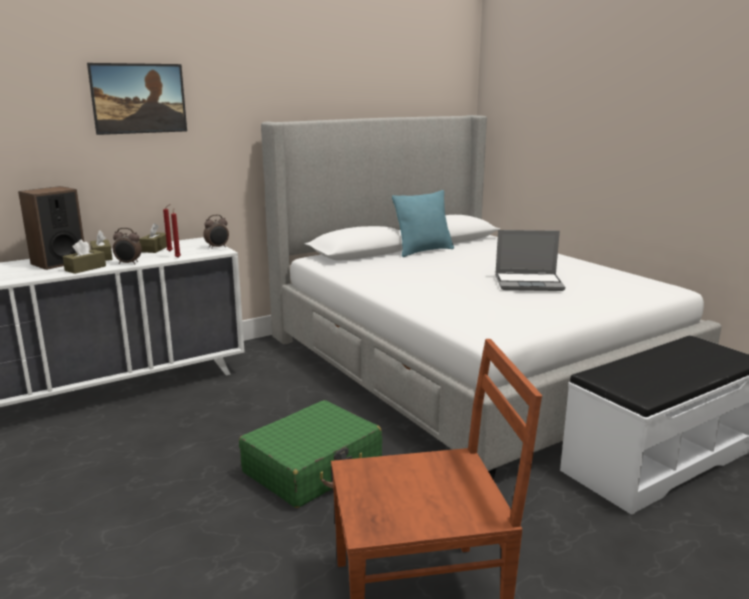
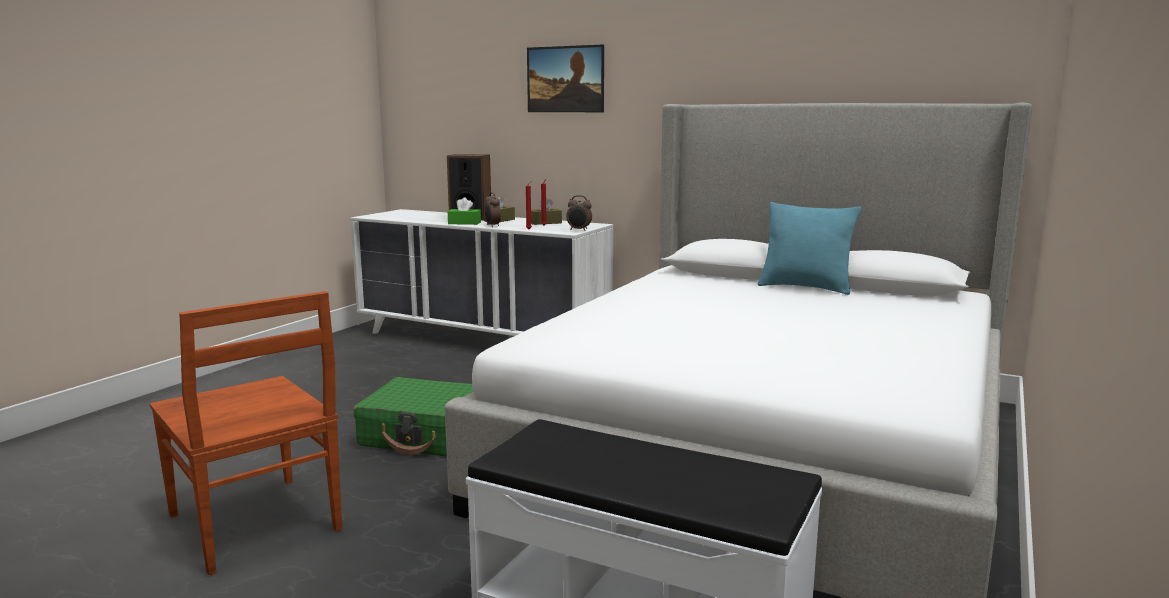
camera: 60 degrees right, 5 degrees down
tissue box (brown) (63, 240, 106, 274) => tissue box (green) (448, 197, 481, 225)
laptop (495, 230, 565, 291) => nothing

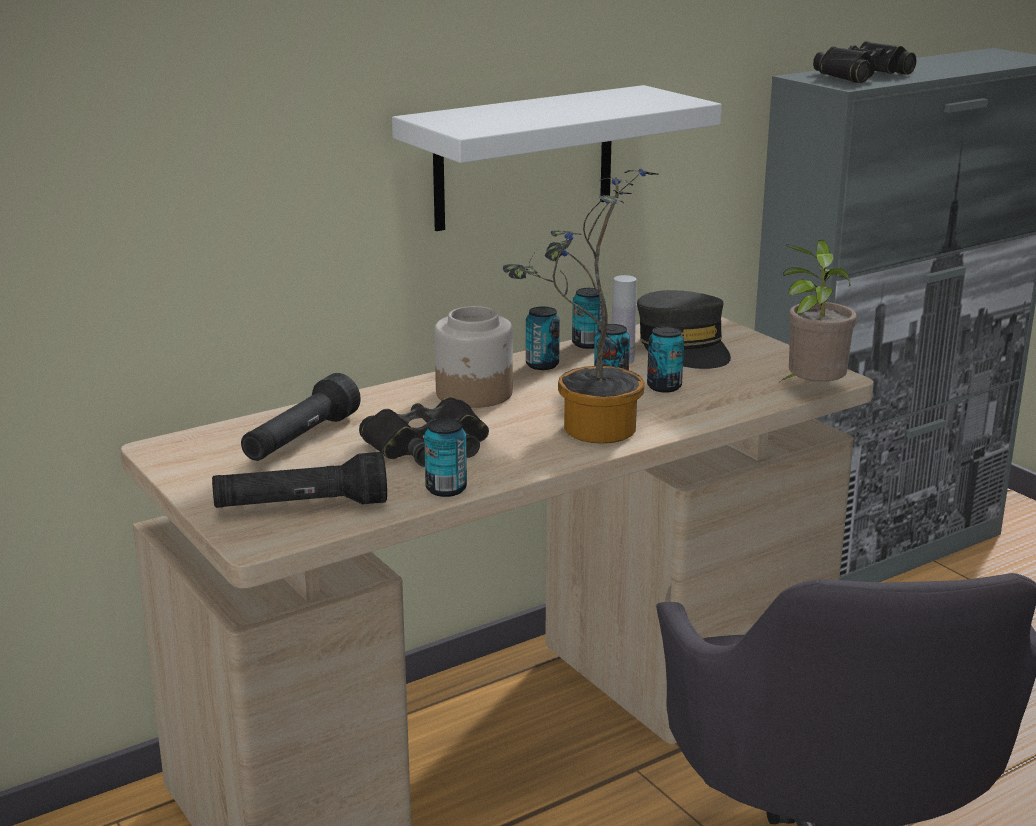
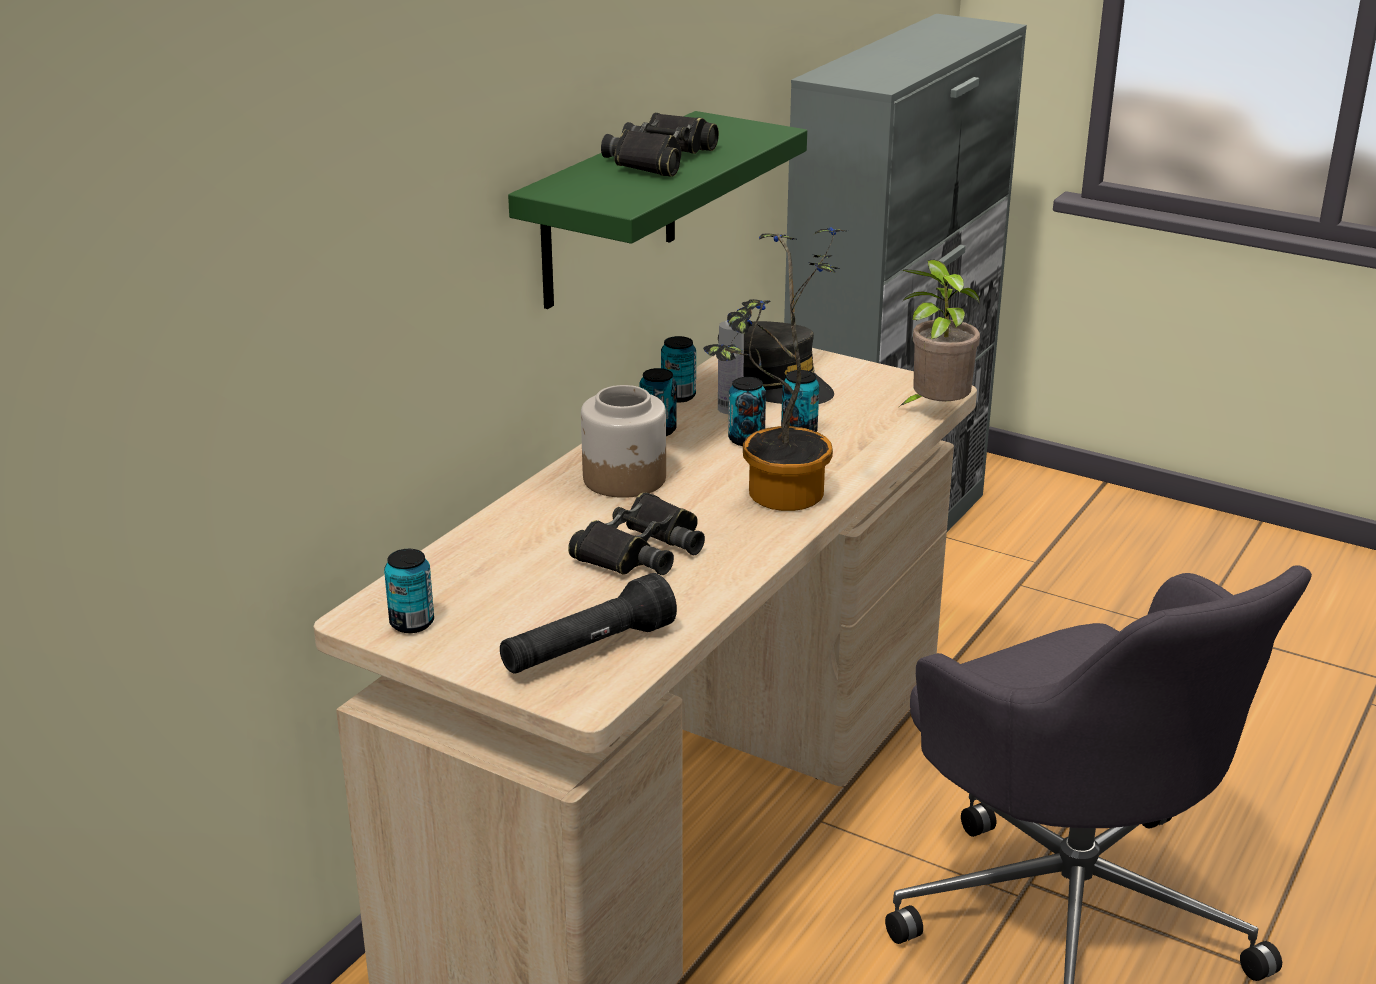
camera: 25 degrees left, 5 degrees up
flashlight (black) (241, 373, 361, 461) => nothing
shelf (white) (392, 85, 722, 231) => shelf (green) (508, 111, 807, 309)
can (424, 418, 467, 497) => can (384, 549, 434, 633), moved
binoculars (black) (813, 41, 916, 83) => binoculars (black) (601, 112, 719, 177), moved

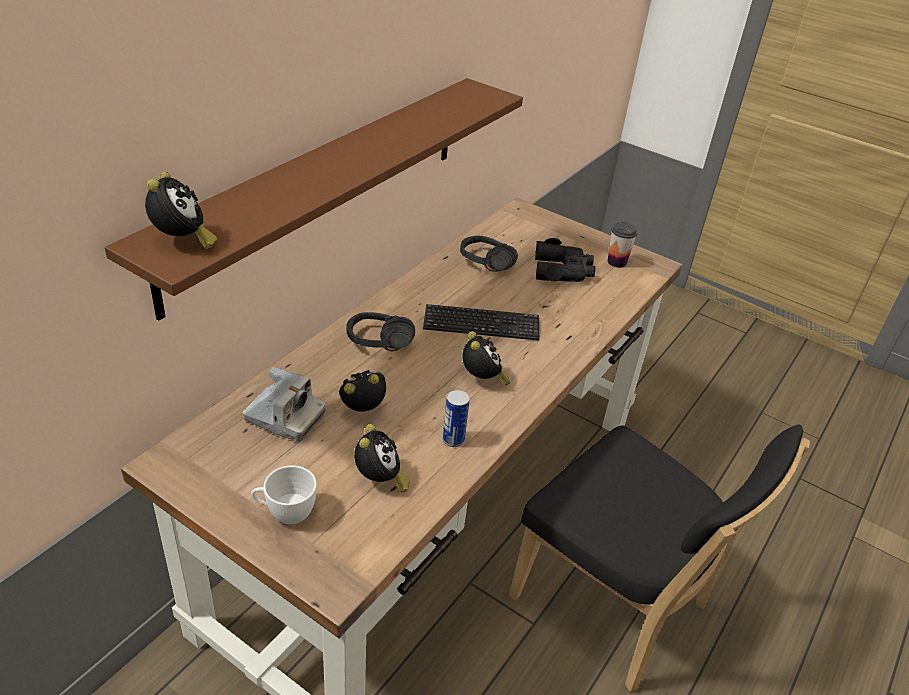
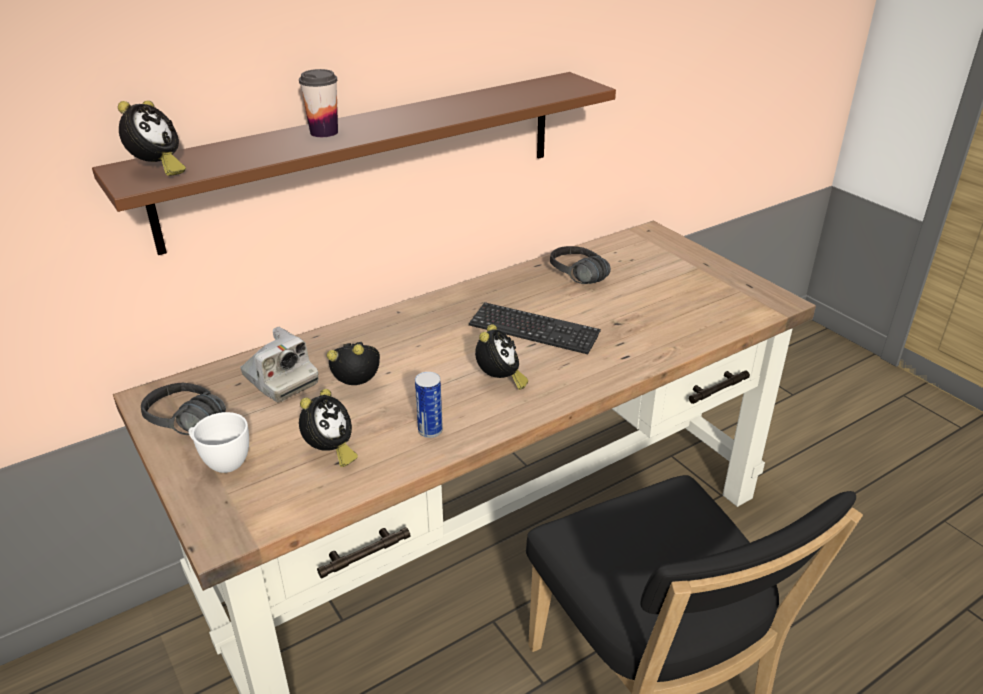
camera: 25 degrees right, 5 degrees down
headphones (black) (346, 312, 415, 351) => headphones (black) (141, 382, 226, 435), moved
binoculars (black) (535, 238, 595, 282) => nothing
cup (608, 222, 638, 268) => cup (299, 69, 338, 137), moved

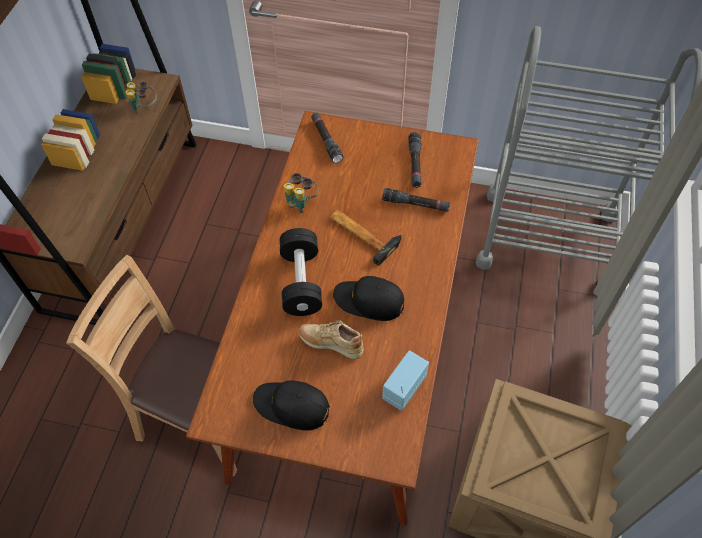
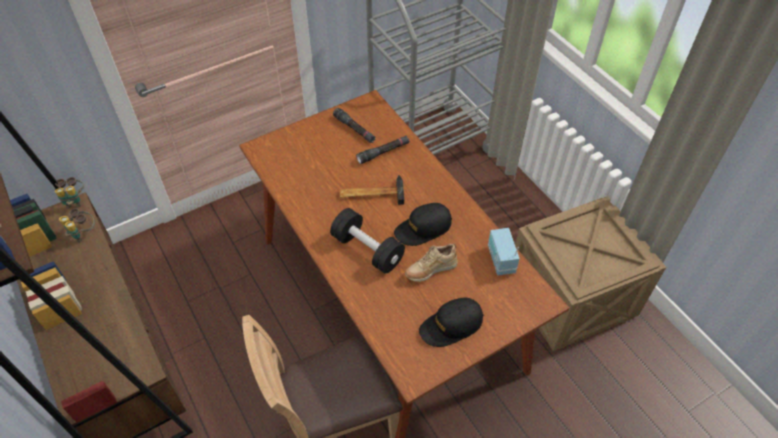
camera: 45 degrees left, 5 degrees down
binoculars (284, 173, 319, 213) => binoculars (55, 177, 84, 209), moved
flashlight (black) (311, 112, 343, 163) => nothing

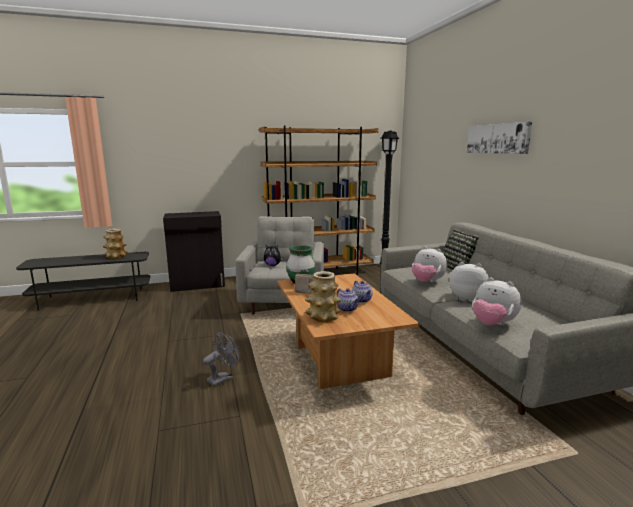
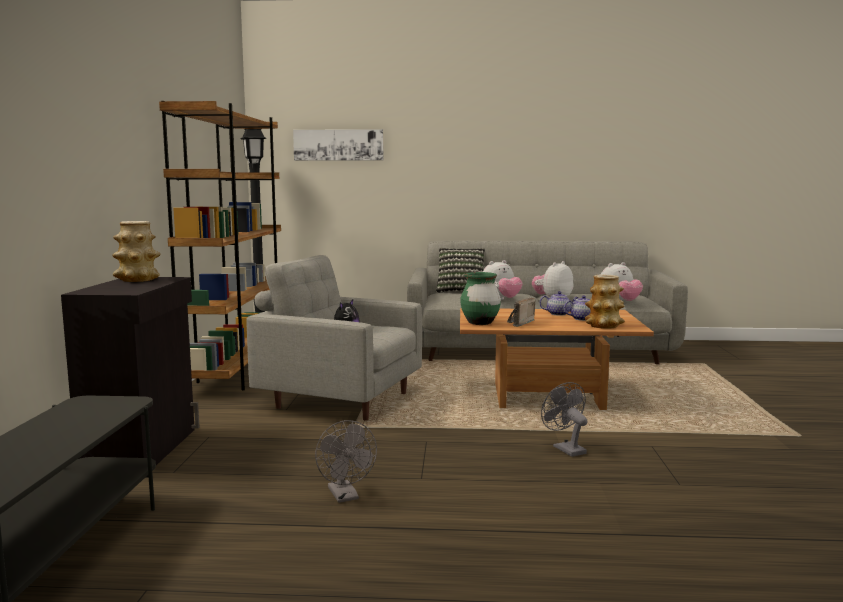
camera: 70 degrees left, 5 degrees down
vase (103, 229, 128, 259) => vase (112, 221, 161, 282), moved
picture (467, 122, 532, 154) => picture (293, 129, 384, 161), moved
nothing => fan (grey) (315, 420, 377, 503)

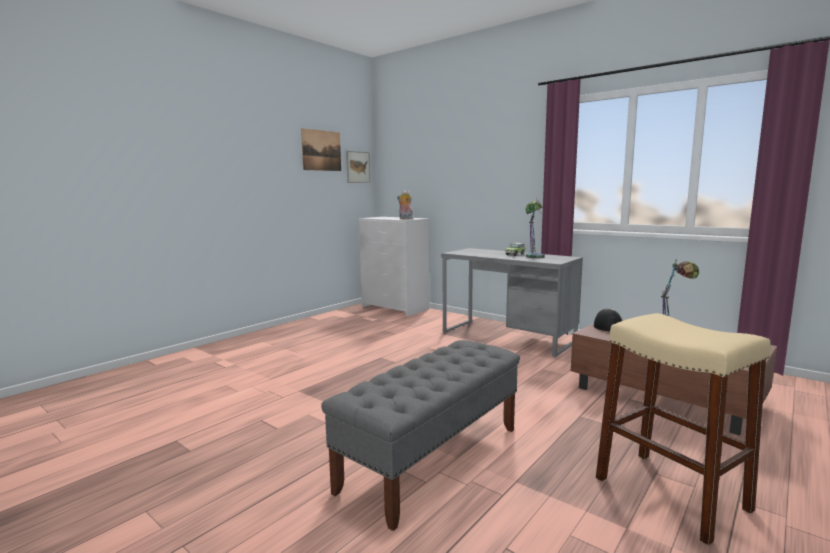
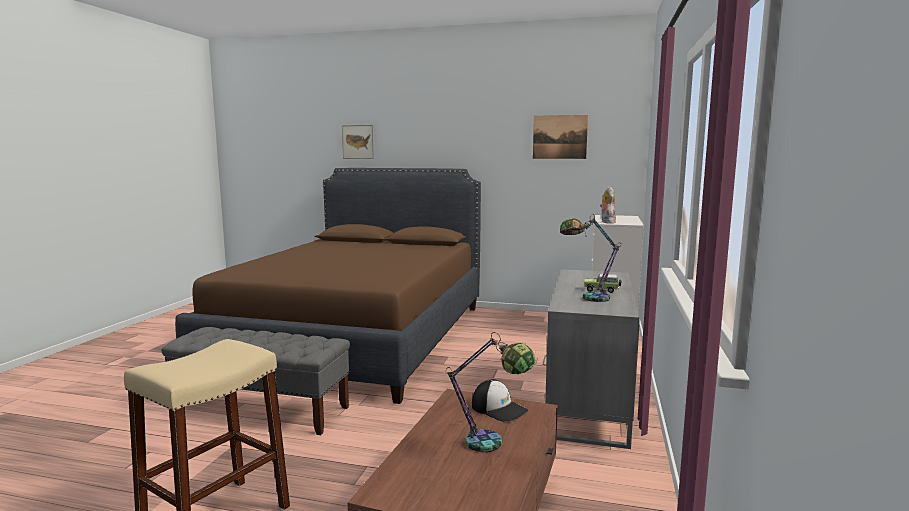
camera: 65 degrees right, 0 degrees up
picture (346, 151, 370, 183) => picture (342, 125, 374, 159), moved
nothing => bed (brown) (175, 168, 481, 404)

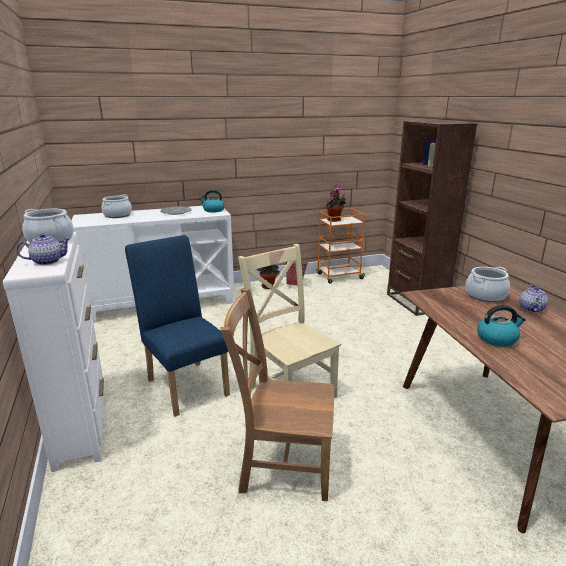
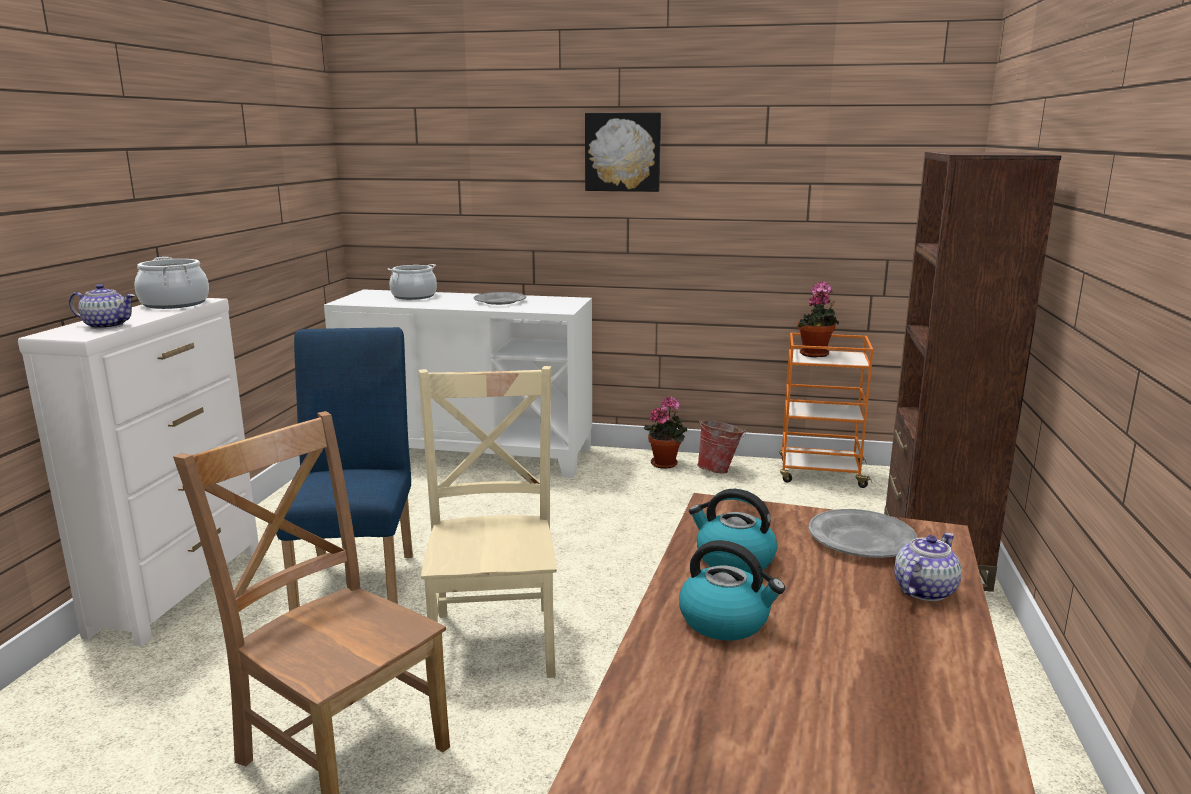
camera: 30 degrees right, 5 degrees down
kettle (199, 190, 225, 213) => kettle (689, 489, 777, 574), moved
cooking pot (466, 267, 510, 302) => plate (grey) (808, 509, 918, 558)
nothing => picture (585, 113, 661, 192)

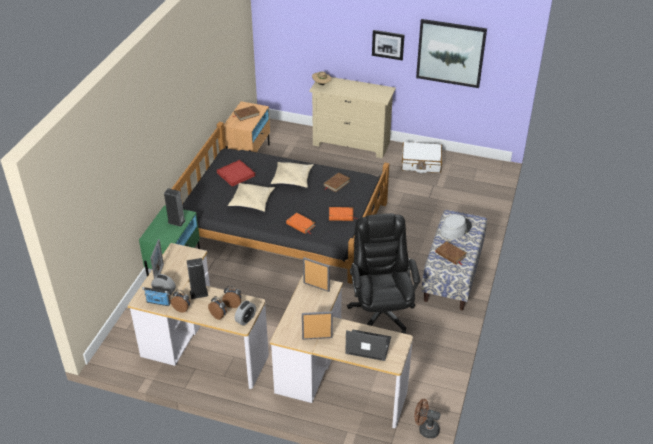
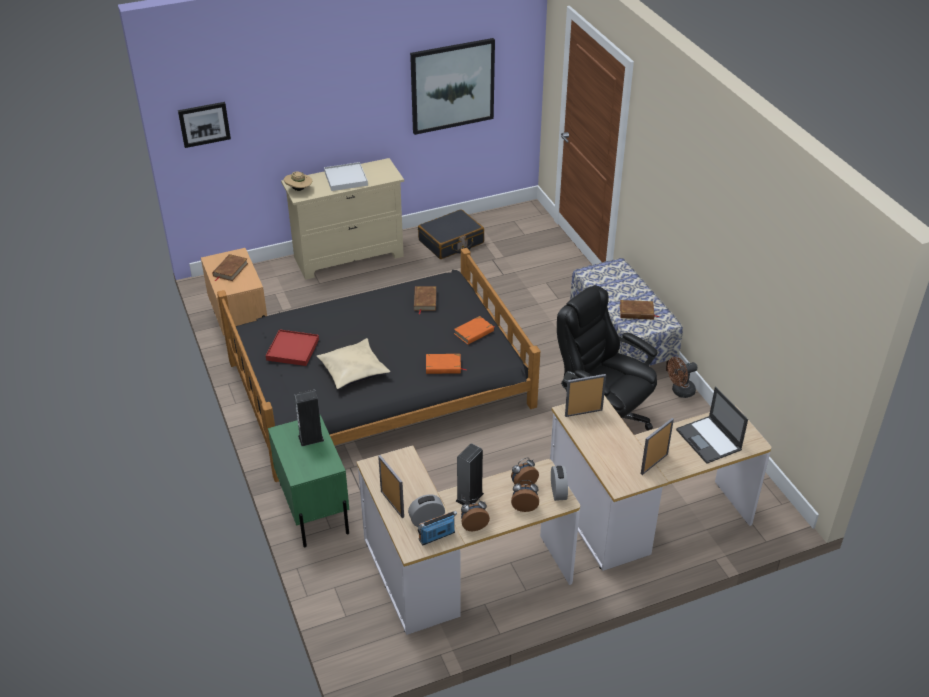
camera: 40 degrees left, 0 degrees up
pillow (beige) (271, 162, 314, 188) => nothing
laptop (345, 329, 391, 361) => laptop (676, 387, 748, 464), 90 degrees counterclockwise
picture (372, 30, 404, 60) => picture (178, 102, 231, 148), moved
suitcase (white) (401, 142, 442, 173) => suitcase (black) (418, 209, 484, 259)
fan (brown) (414, 399, 440, 438) => fan (brown) (667, 357, 698, 398), moved
hat (grey) (440, 214, 472, 239) => nothing
nothing => tray (white) (324, 162, 368, 191)

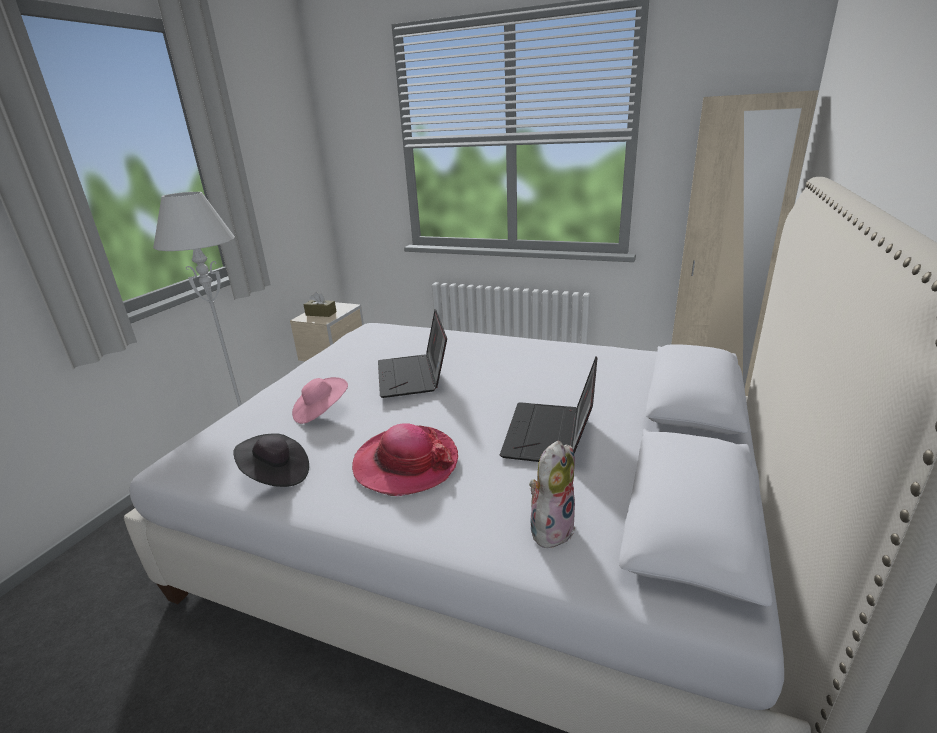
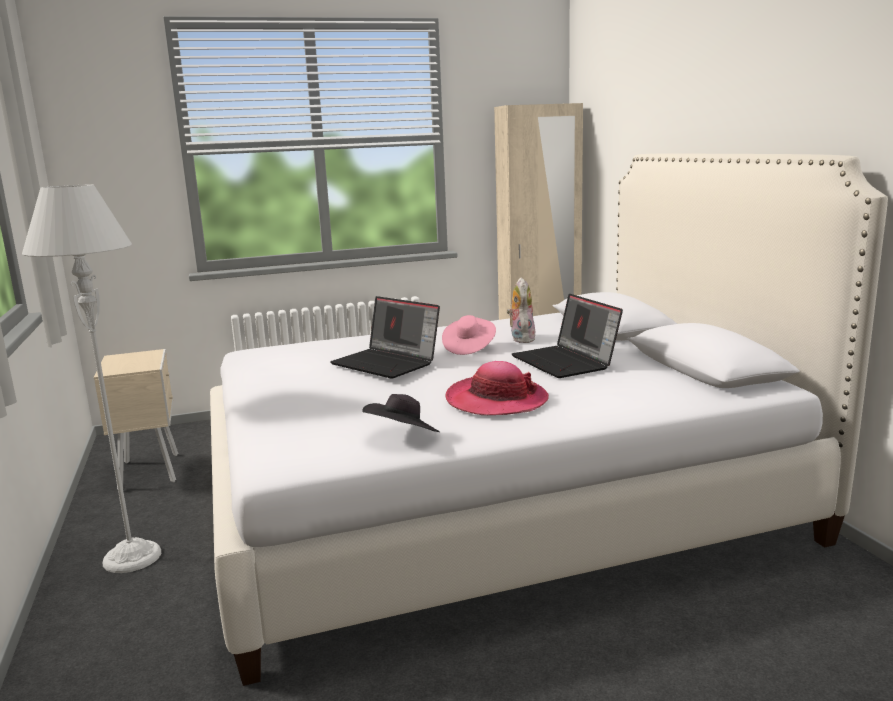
camera: 40 degrees left, 10 degrees down
hat (pink) (292, 377, 348, 424) => hat (pink) (442, 315, 496, 355), moved
tissue box (brown) (304, 292, 336, 317) => nothing
plush toy (529, 441, 575, 552) => plush toy (507, 278, 536, 343), moved

